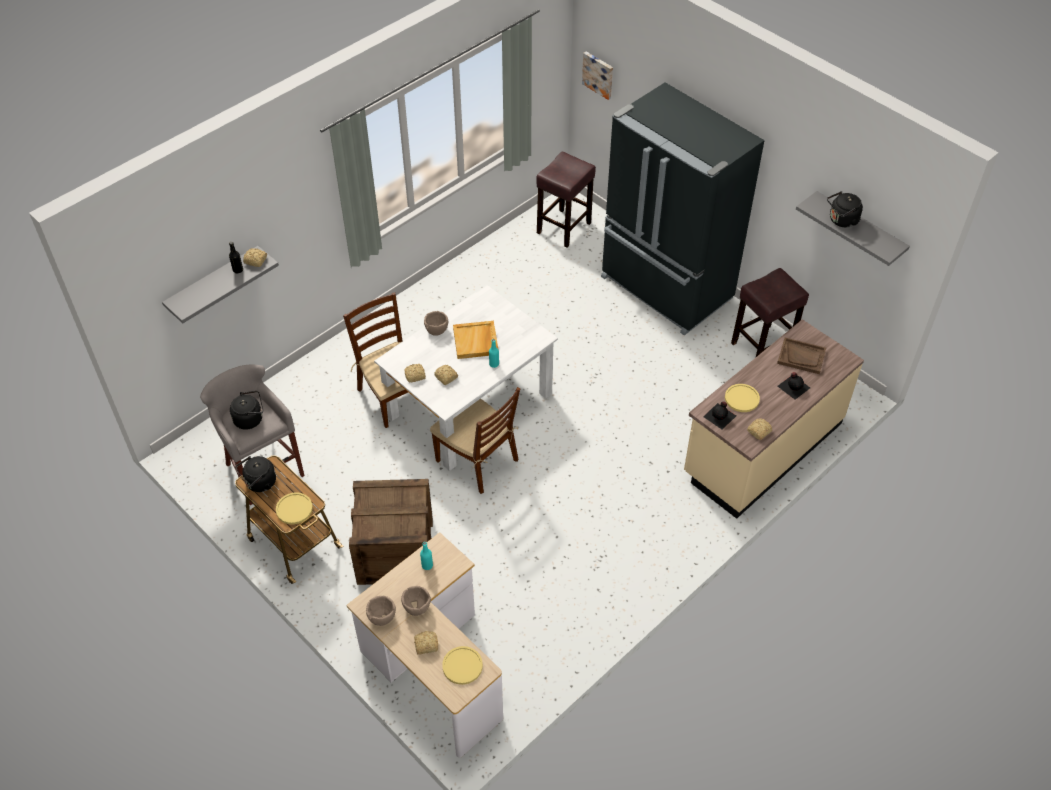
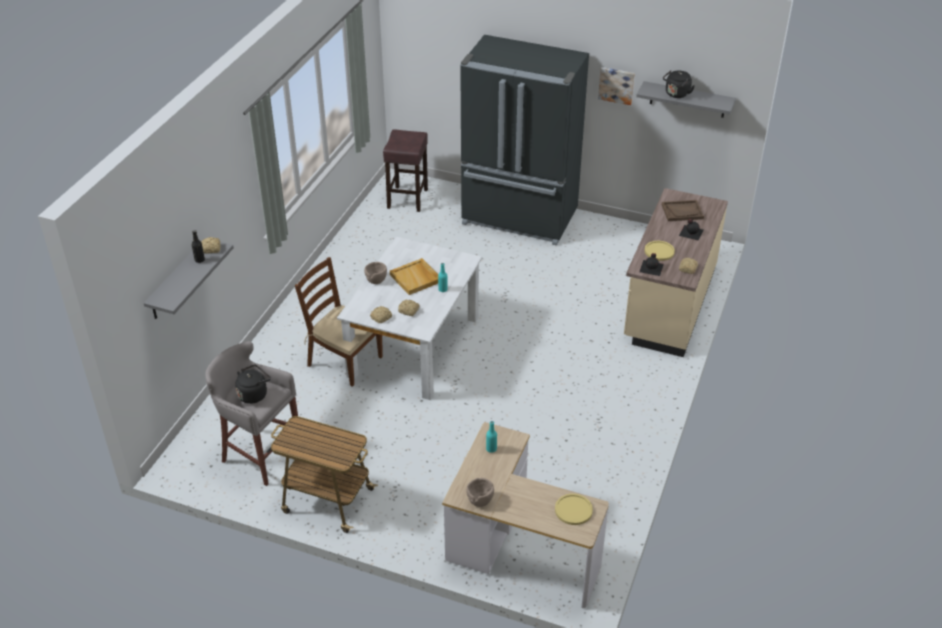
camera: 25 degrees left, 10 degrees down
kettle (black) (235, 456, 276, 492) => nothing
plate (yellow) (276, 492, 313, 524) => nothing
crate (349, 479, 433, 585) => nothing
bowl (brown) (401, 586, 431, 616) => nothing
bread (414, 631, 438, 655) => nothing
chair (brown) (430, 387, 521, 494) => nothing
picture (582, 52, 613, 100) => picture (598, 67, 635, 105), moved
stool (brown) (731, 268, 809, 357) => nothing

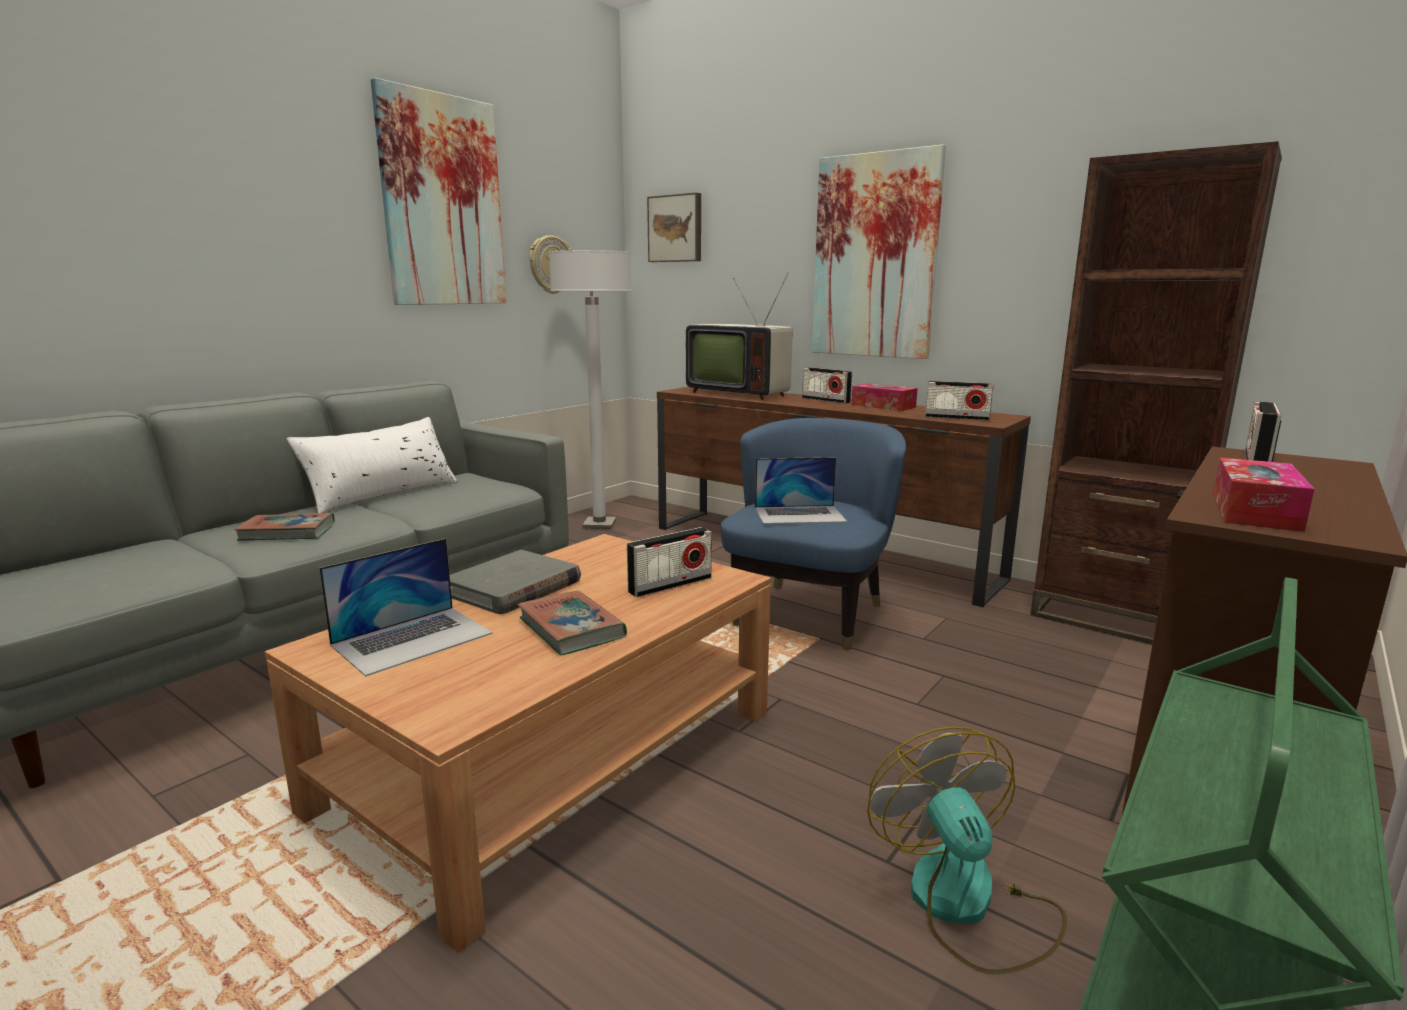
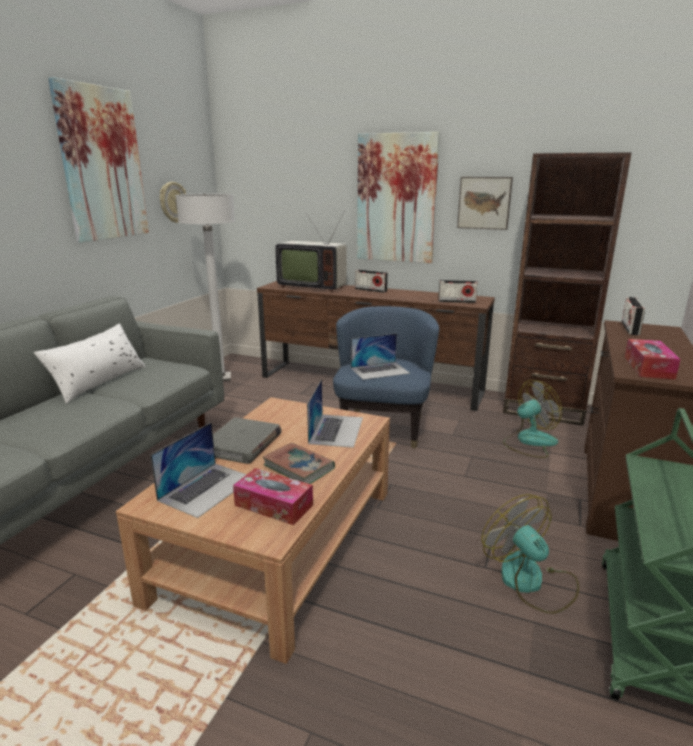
camera: 15 degrees left, 5 degrees up
book (235, 513, 335, 541) => nothing
radio (627, 527, 712, 597) => laptop (307, 379, 363, 448)
picture (647, 193, 701, 262) => picture (457, 177, 513, 230), moved
tissue box (851, 383, 918, 411) => tissue box (233, 468, 313, 525), moved
nothing => fan (503, 380, 562, 458)

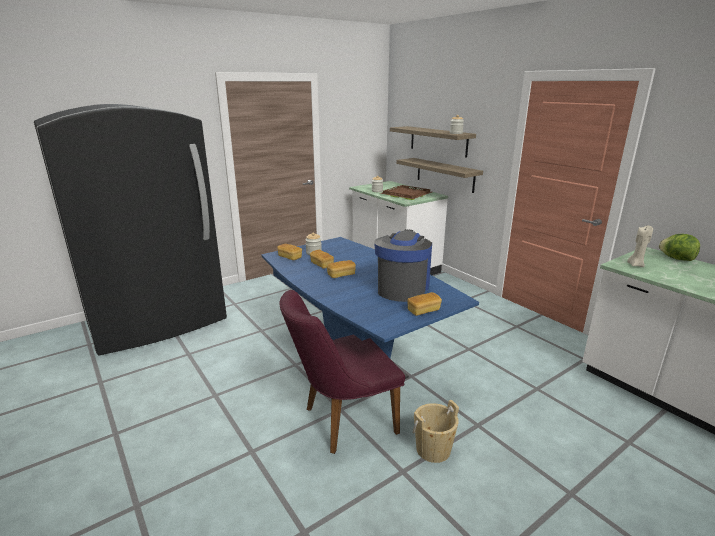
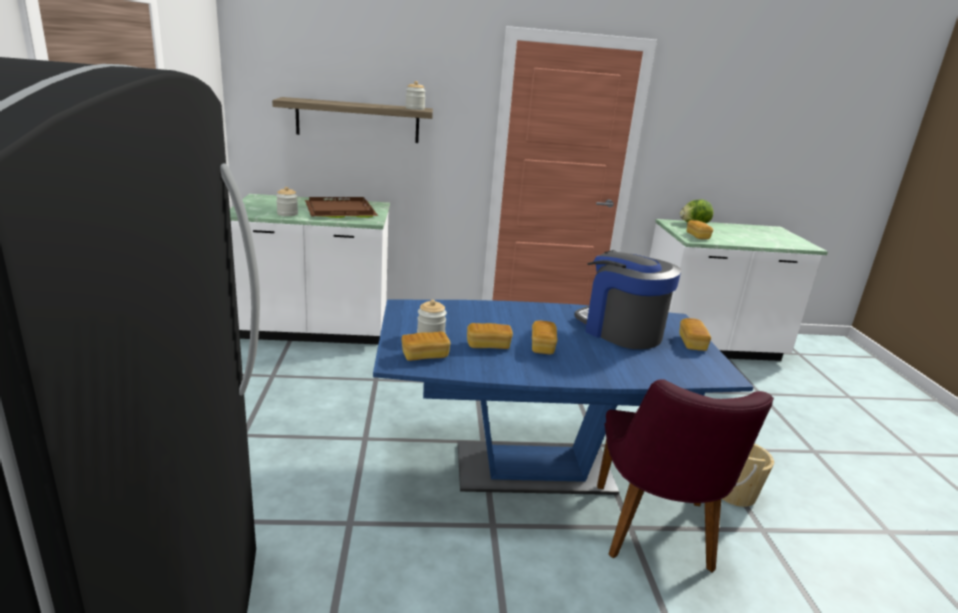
camera: 60 degrees left, 0 degrees up
shelf (396, 158, 483, 193) => nothing
candle (beige) (627, 225, 653, 267) => bread (687, 220, 713, 239)

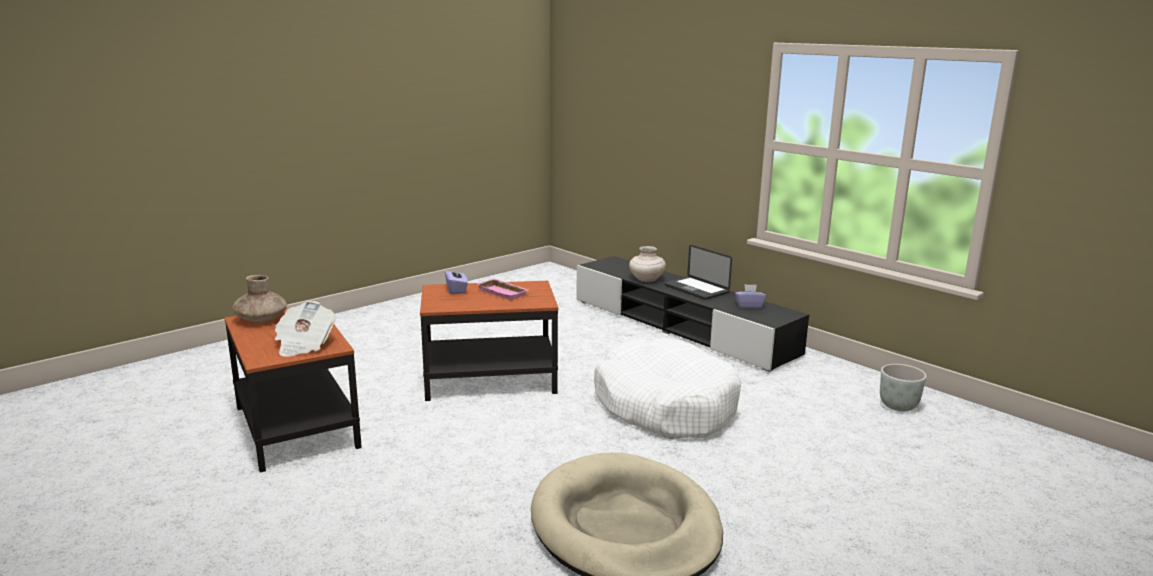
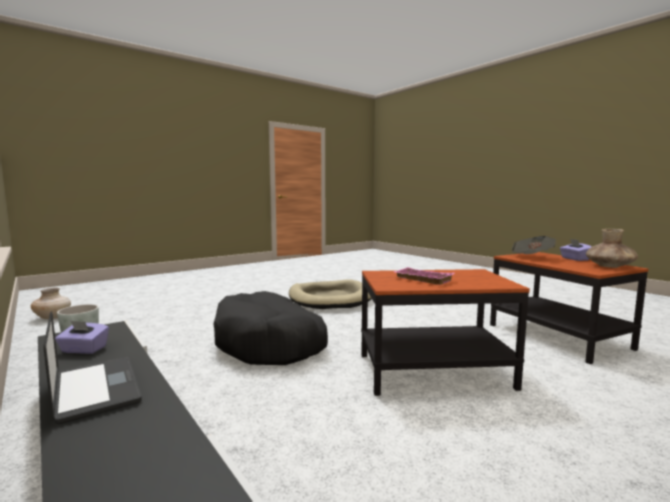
camera: 175 degrees left, 10 degrees down
tissue box (purple) (445, 267, 468, 294) => tissue box (purple) (560, 239, 592, 261), moved
dog bed (white) (594, 338, 741, 439) => dog bed (black) (213, 291, 328, 365)
vase (beige) (629, 246, 666, 282) => vase (beige) (31, 288, 71, 319), moved

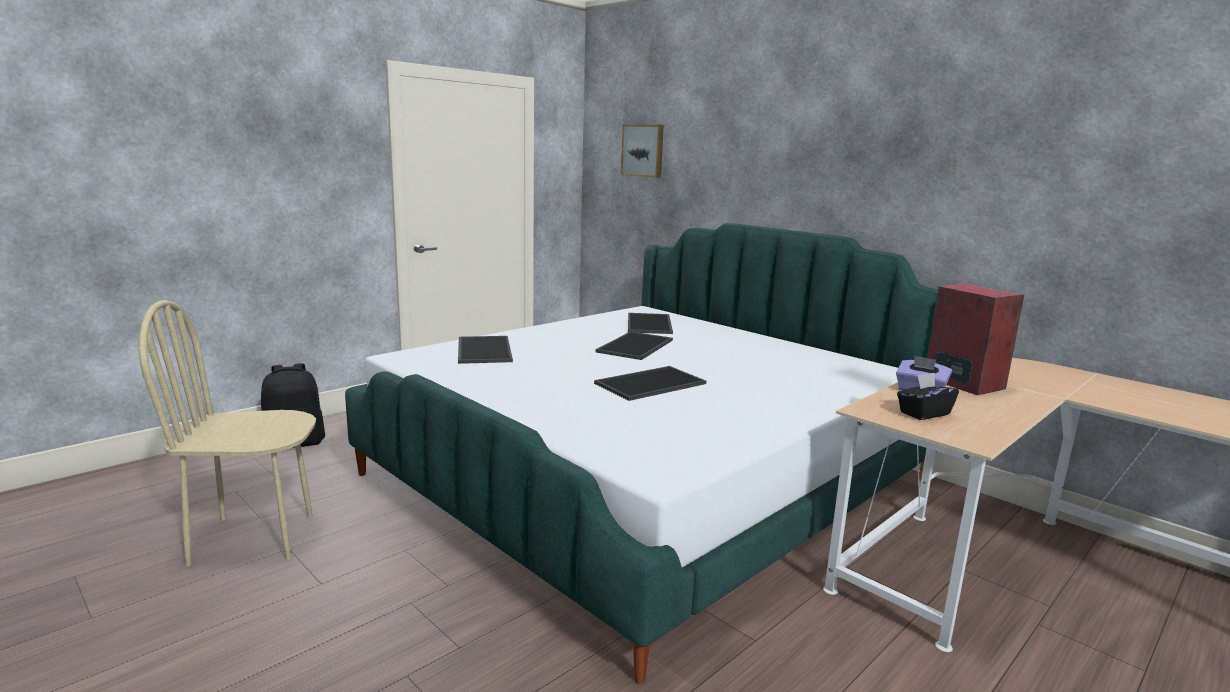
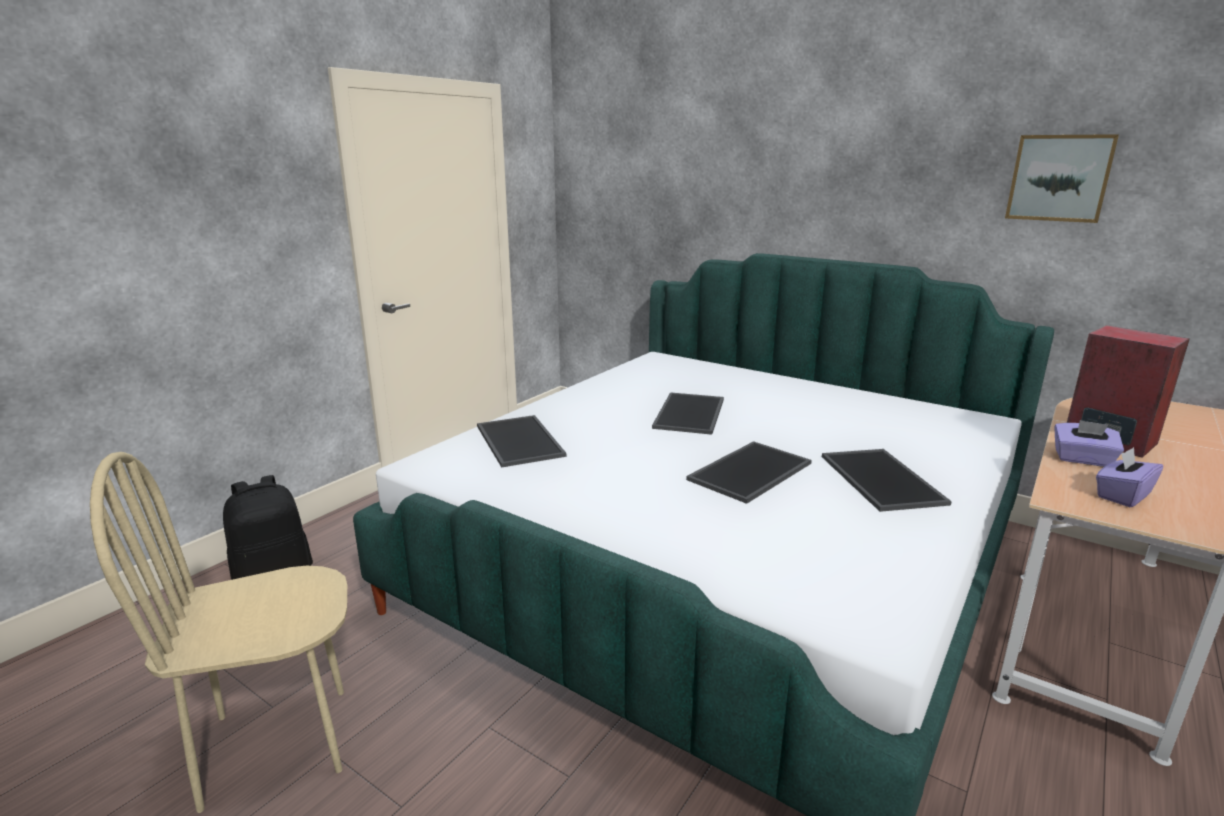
camera: 10 degrees left, 5 degrees up
picture (621, 124, 664, 178) => picture (1005, 134, 1119, 223), moved
tray (628, 313, 673, 334) => tray (822, 449, 952, 512), moved
tissue box (black) (897, 373, 959, 420) => tissue box (purple) (1096, 447, 1163, 507)

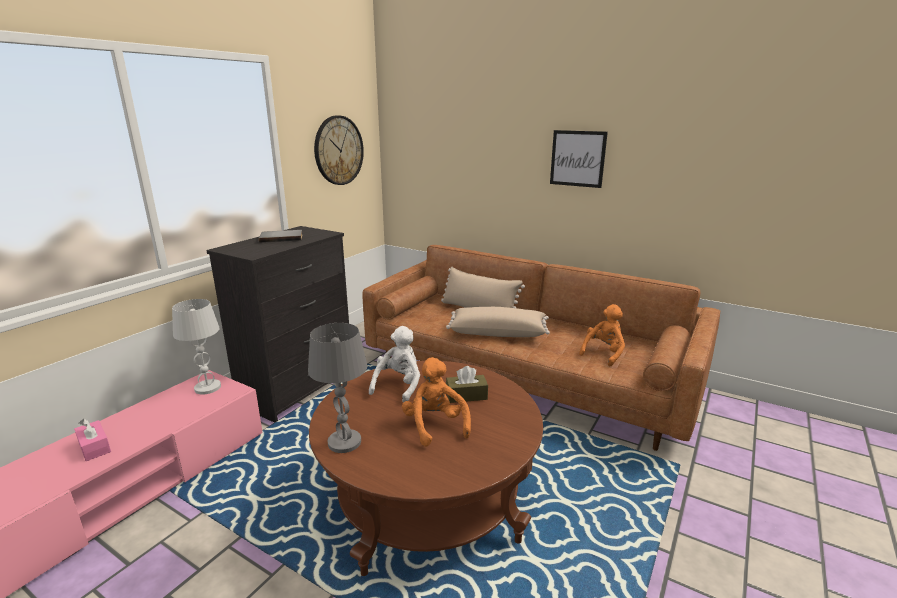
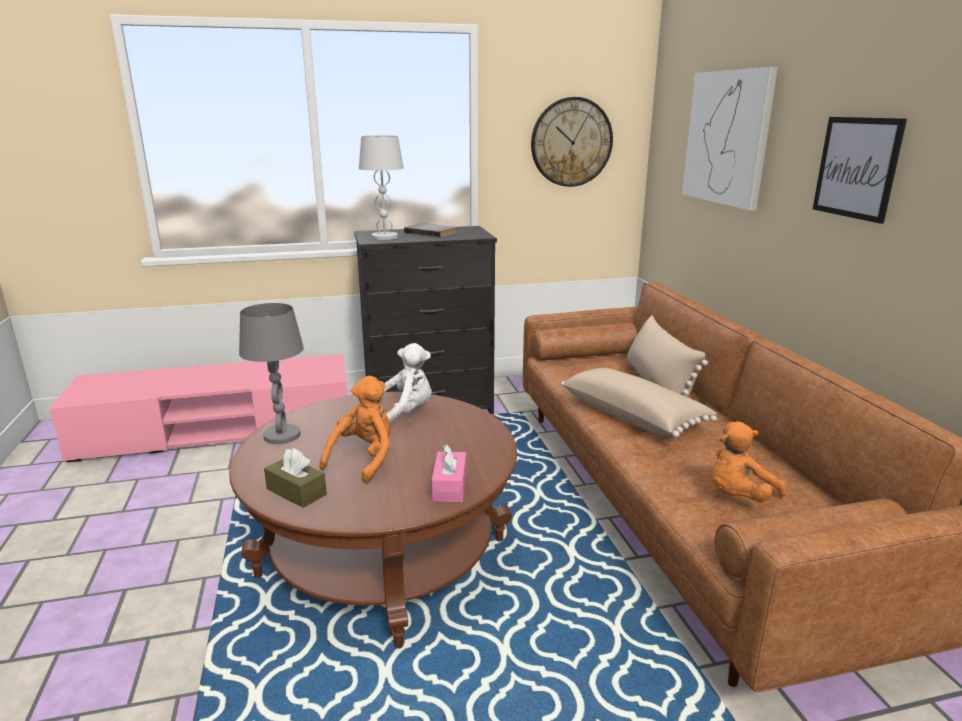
camera: 45 degrees right, 0 degrees up
tissue box (pink) (74, 419, 111, 461) => tissue box (pink) (431, 444, 466, 502), moved
table lamp (white) (172, 299, 221, 395) => table lamp (white) (359, 136, 404, 240), moved
tissue box (brown) (446, 366, 488, 403) => tissue box (brown) (264, 448, 327, 508), moved
plush toy (orange) (579, 304, 625, 366) => plush toy (orange) (711, 421, 786, 502), 150 degrees clockwise
nothing => picture (682, 67, 778, 211)

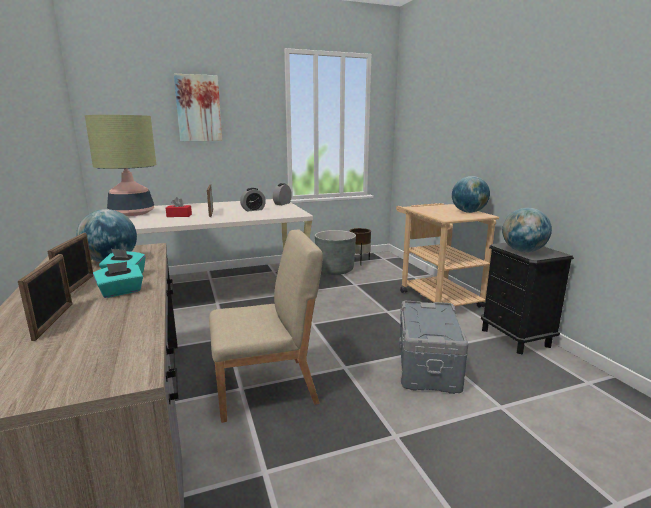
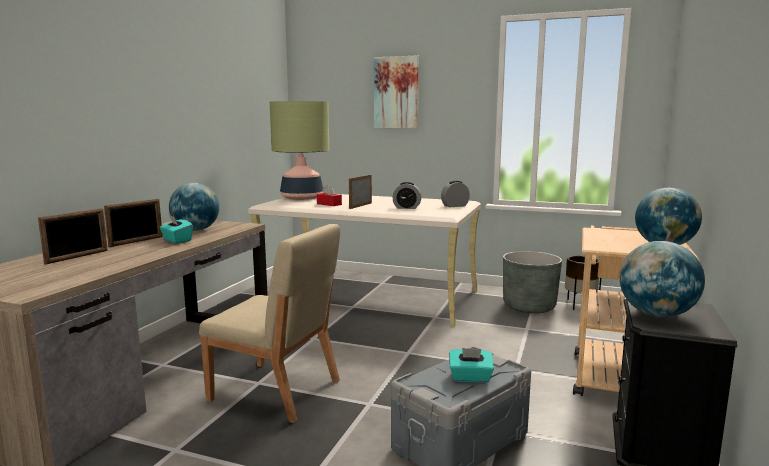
camera: 40 degrees right, 5 degrees down
tissue box (turquoise) (93, 261, 143, 298) => tissue box (turquoise) (449, 348, 494, 383), moved

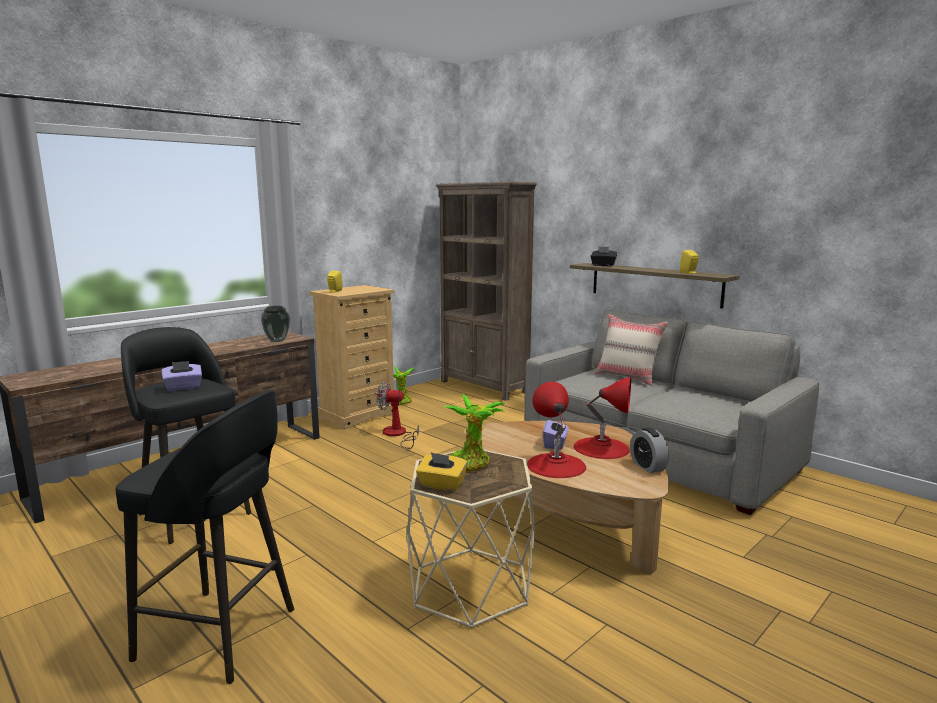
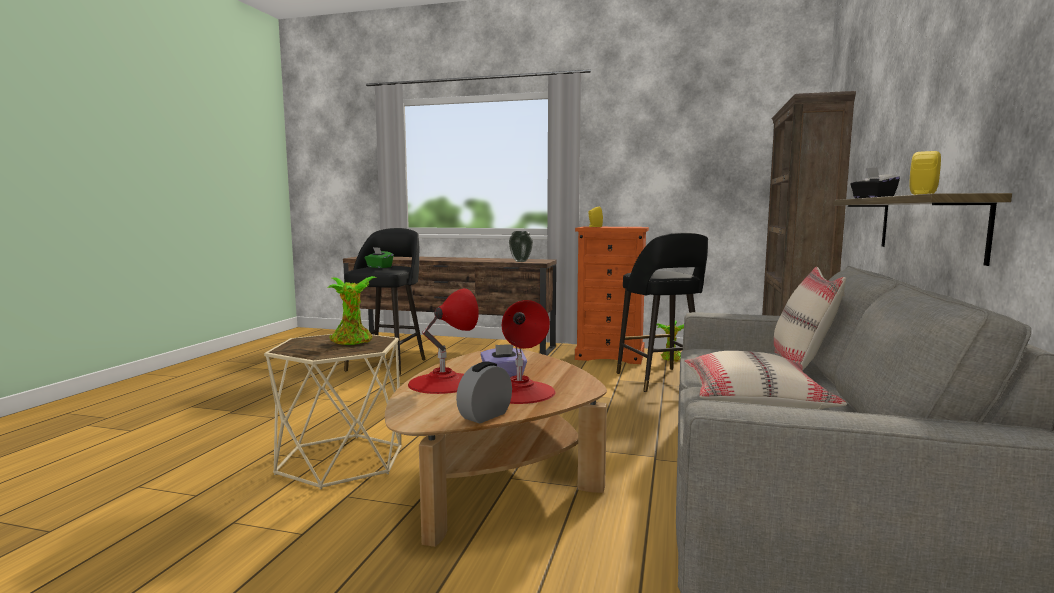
camera: 60 degrees right, 5 degrees down
stool (black) (115, 390, 294, 684) => stool (black) (616, 232, 708, 392), moved
tissue box (purple) (162, 361, 202, 391) => tissue box (green) (365, 247, 394, 268)
dresser (beige) (309, 285, 394, 430) => dresser (orange) (575, 226, 649, 364)
fan (377, 381, 419, 449) => nothing
tissue box (yellow) (416, 452, 468, 491) => nothing
nothing => pillow (beige) (684, 351, 847, 410)

